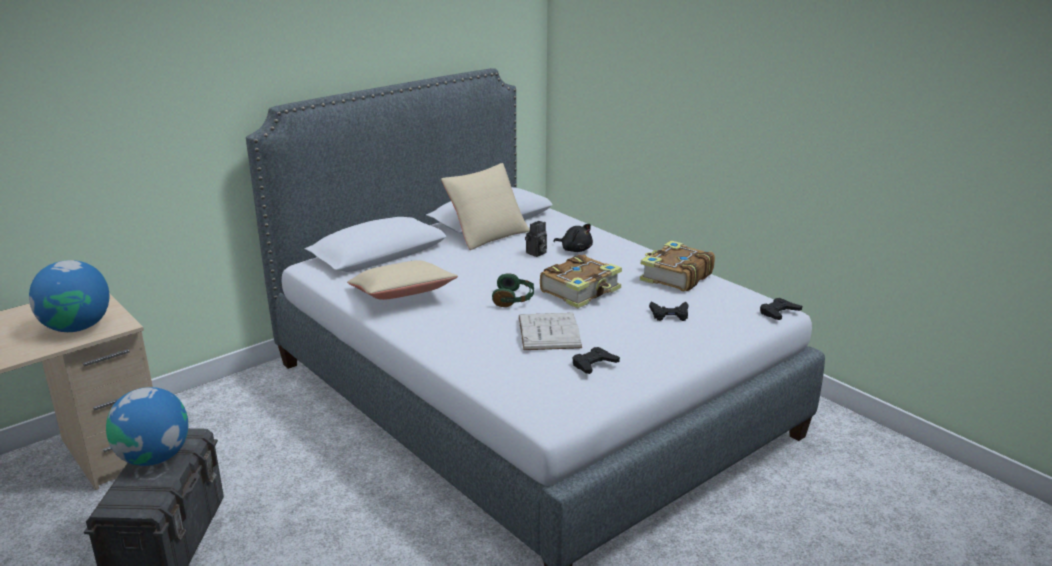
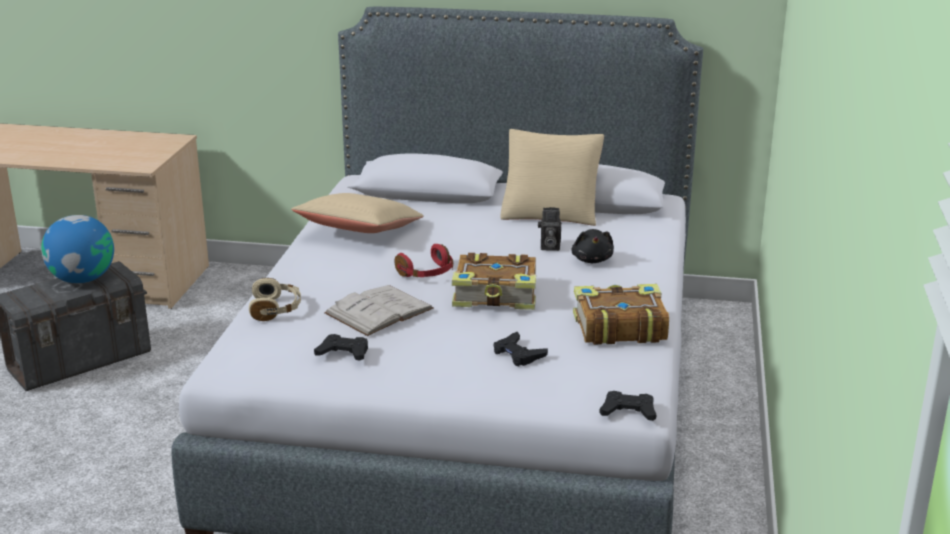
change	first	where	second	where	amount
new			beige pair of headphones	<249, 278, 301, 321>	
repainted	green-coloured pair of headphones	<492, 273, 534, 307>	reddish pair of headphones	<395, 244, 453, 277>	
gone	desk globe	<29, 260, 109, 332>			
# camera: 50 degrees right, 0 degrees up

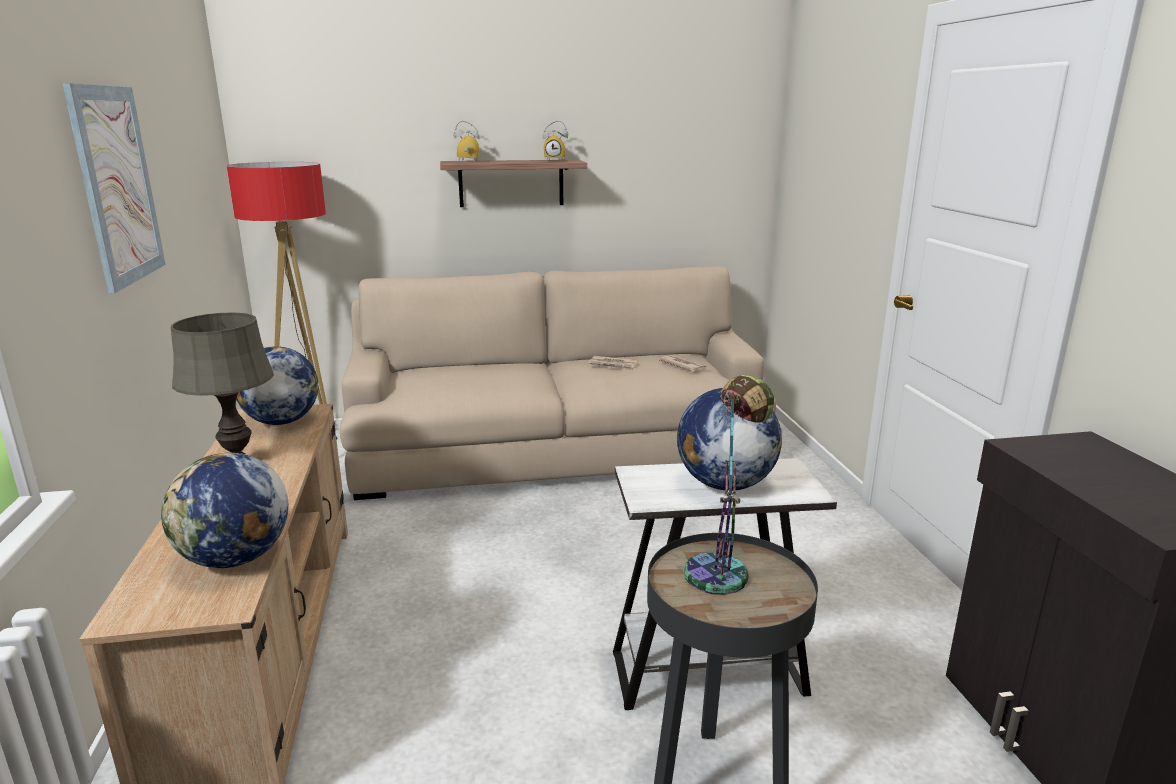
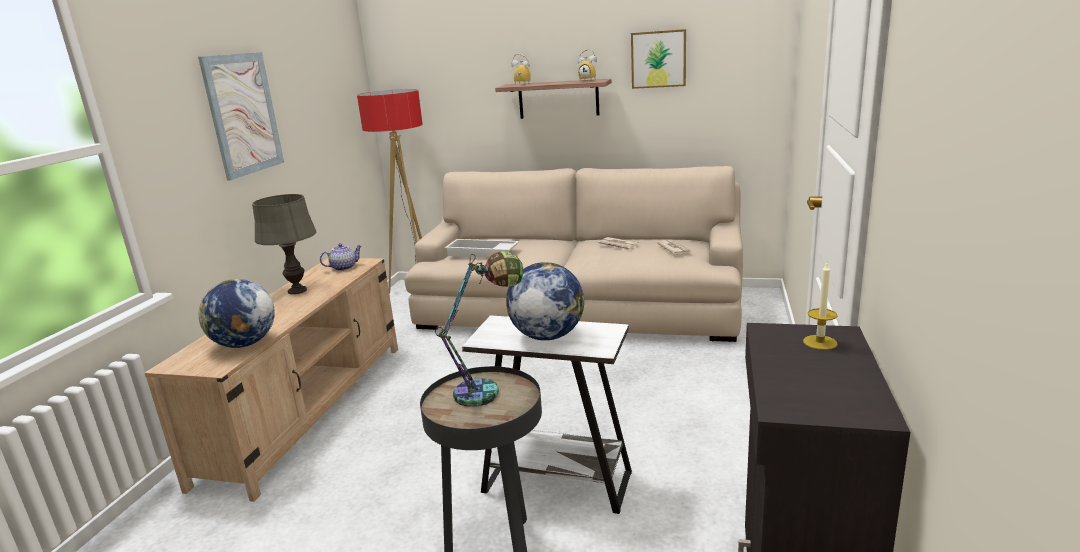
change	first	where	second	where	amount
swapped	desk globe	<236, 346, 319, 425>	tea pot	<320, 243, 362, 271>	
new			whitish tray	<445, 239, 519, 258>	
new			picture	<631, 29, 686, 89>	
new			wax candle	<803, 263, 838, 350>	
# camera: 25 degrees right, 0 degrees up

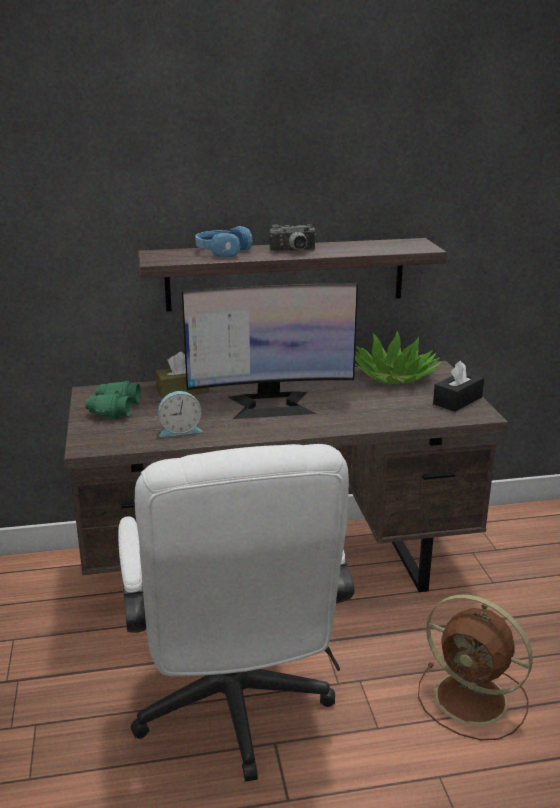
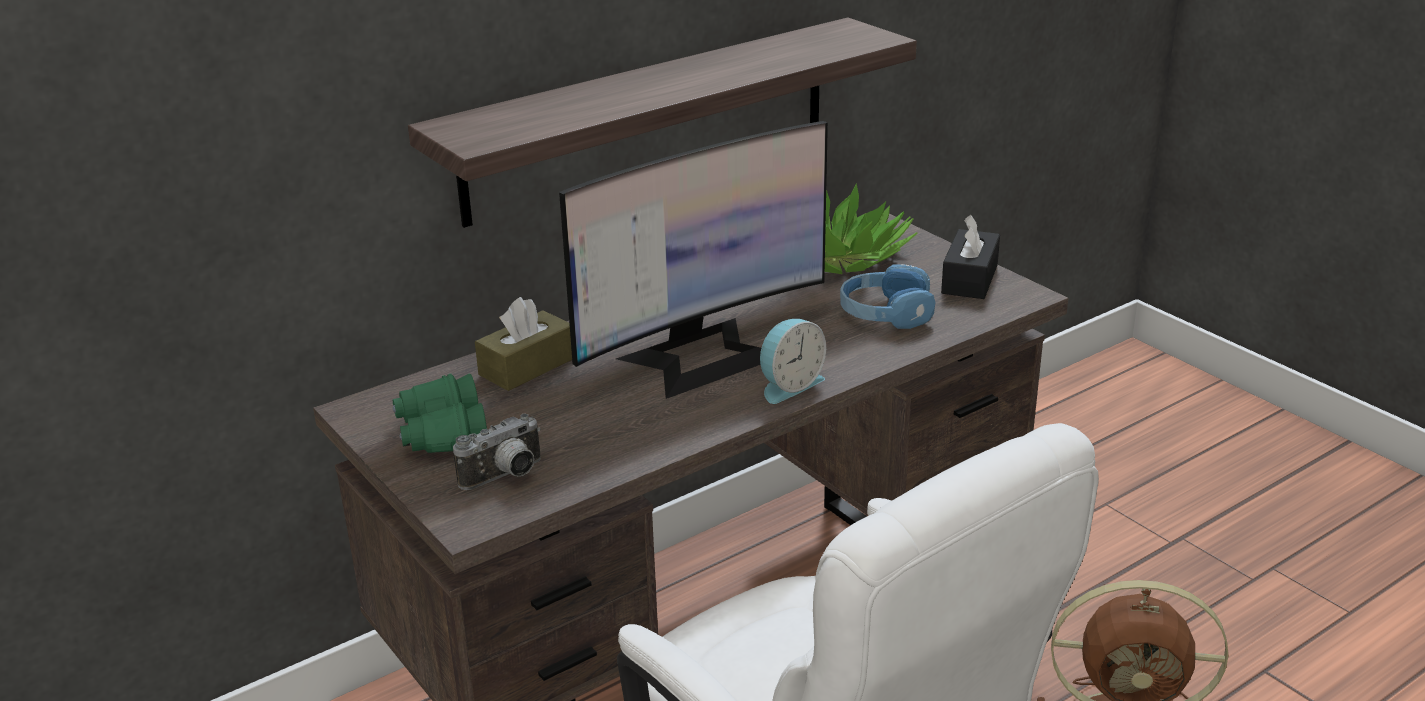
change	first	where	second	where	amount
shifted	still camera	<270, 224, 316, 253>		<453, 413, 541, 490>	
shifted	bedside clock	<158, 391, 202, 437>		<760, 319, 826, 404>	
shifted	blue-coloured pair of headphones	<195, 226, 253, 257>		<840, 264, 936, 329>	
# camera: 25 degrees left, 5 degrees up

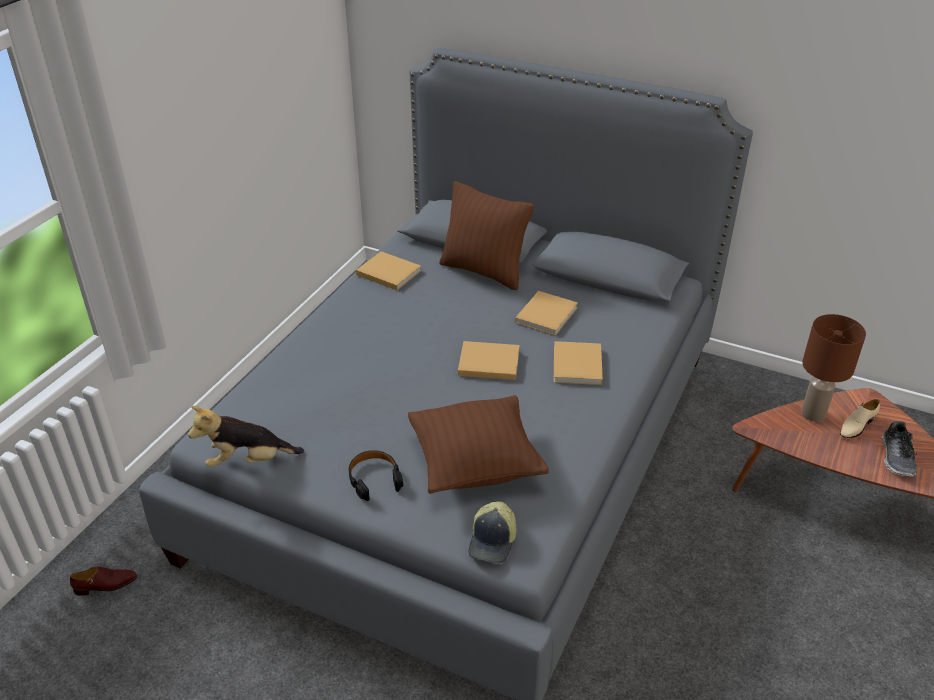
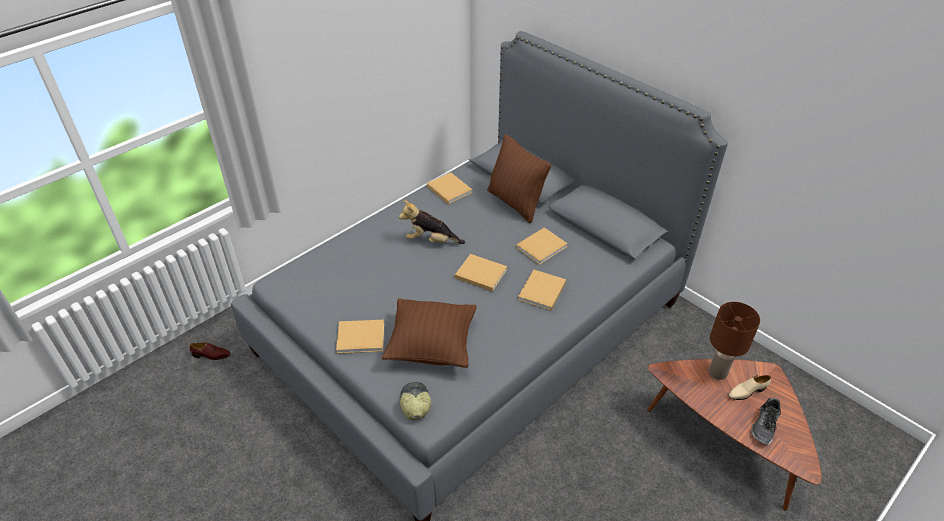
change	first	where	second	where	amount
swapped	black pair of headphones	<349, 450, 403, 501>	beige volume	<336, 320, 384, 354>	
shifted	plush toy	<188, 406, 304, 467>		<399, 200, 465, 244>	
rotated	baseball cap	<468, 501, 516, 564>		<400, 382, 431, 420>	135 degrees clockwise
# camera: 20 degrees right, 5 degrees up

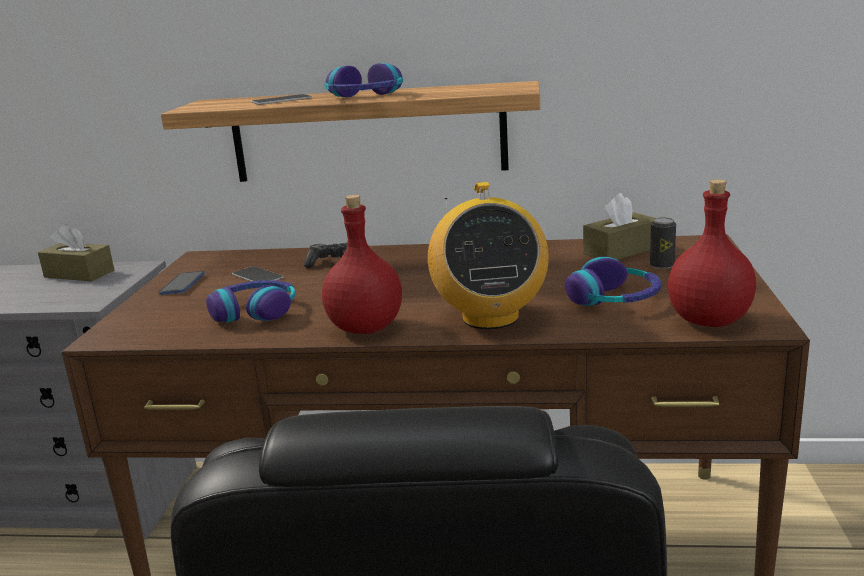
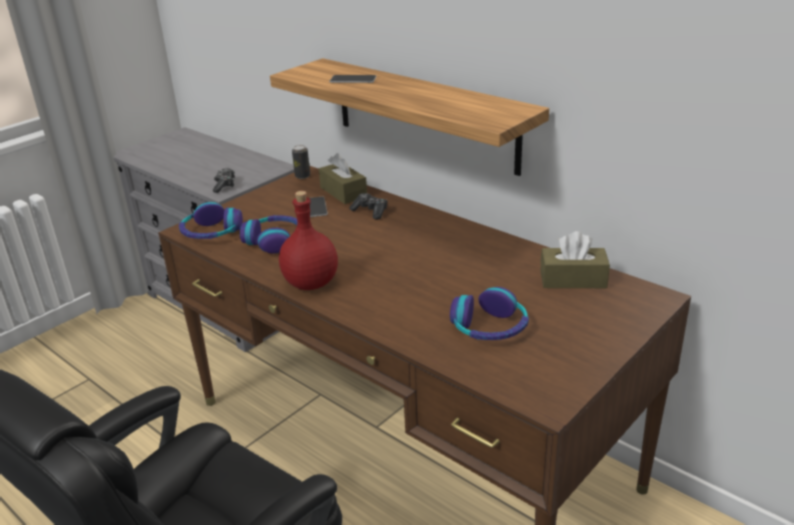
change	first	where	second	where	amount
shifted	pair of headphones	<324, 63, 403, 97>		<179, 202, 243, 239>	
new			game controller	<213, 168, 235, 193>	
shifted	can	<650, 217, 676, 269>		<292, 145, 310, 179>	
shifted	brown box of tissues	<38, 224, 114, 281>		<319, 153, 367, 204>	
gone	phone	<159, 271, 205, 295>			
gone	radio receiver	<428, 182, 549, 329>			
gone	reddish beverage bottle	<668, 179, 756, 327>			
# camera: 35 degrees right, 10 degrees up

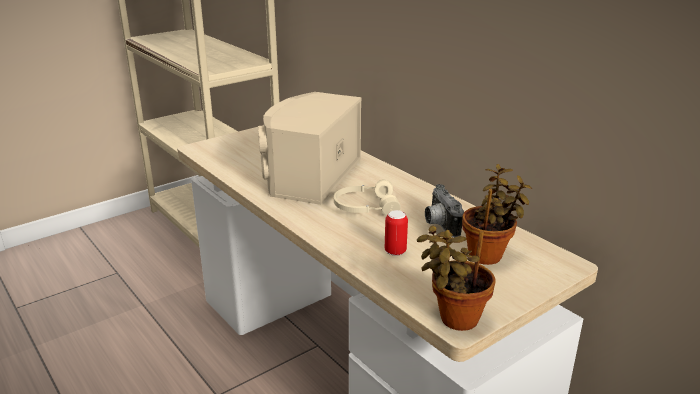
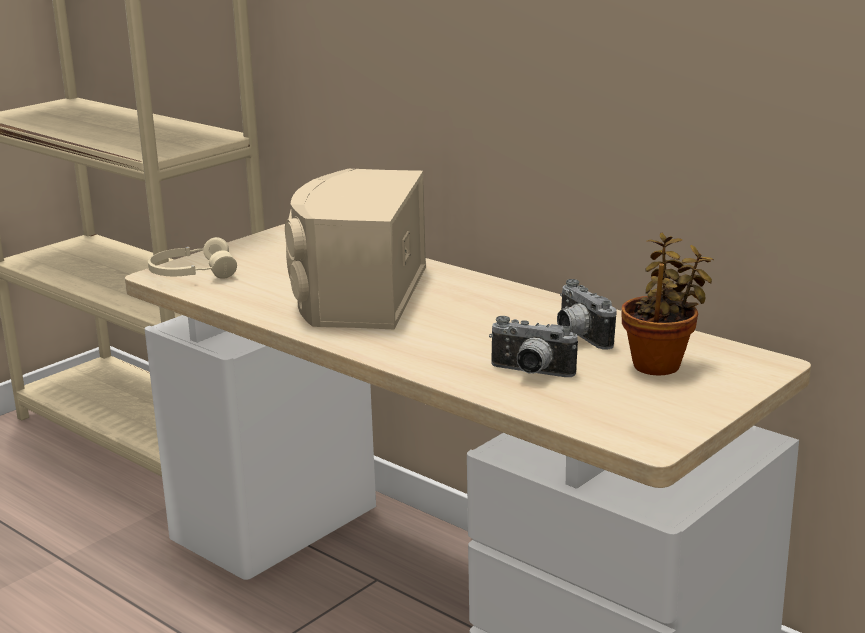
change	first	where	second	where	amount
shifted	beige pair of headphones	<334, 179, 401, 216>		<148, 237, 237, 279>	
swapped	can	<385, 210, 408, 256>	still camera	<489, 316, 578, 377>	
gone	potted plant	<417, 225, 496, 331>			
# camera: 10 degrees left, 5 degrees down

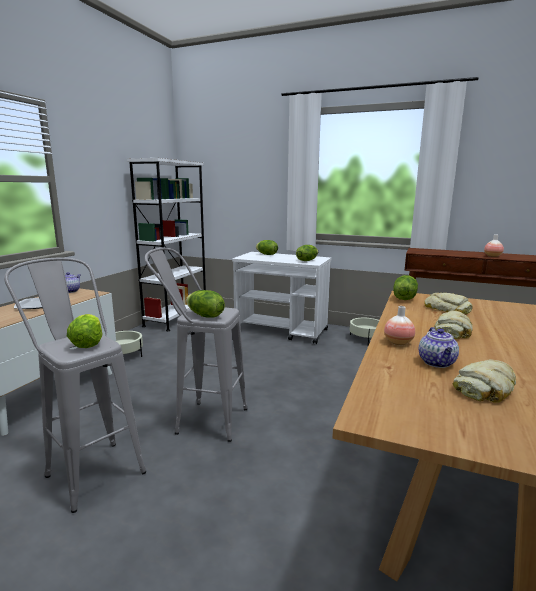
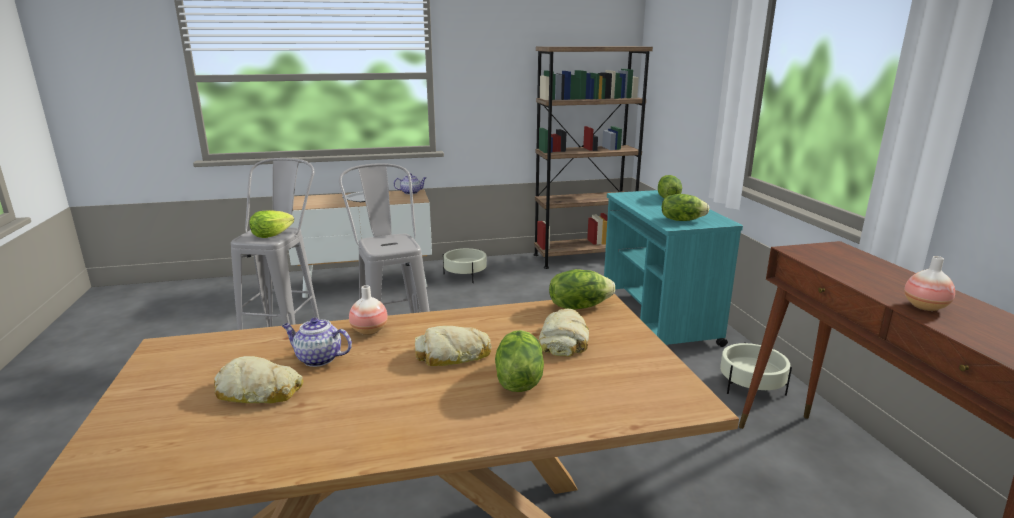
change	first	where	second	where	amount
rotated	tea pot	<419, 327, 459, 368>		<282, 318, 352, 367>	45 degrees clockwise
shifted	lettuce	<186, 290, 225, 317>		<495, 330, 544, 392>	
repainted	whitish bookshelf	<127, 158, 206, 331>	brown bookshelf	<534, 46, 653, 269>	
repainted	whitish wheeled cart	<232, 252, 331, 344>	turquoise-coloured wheeled cart	<604, 190, 743, 347>	
# camera: 55 degrees right, 5 degrees up

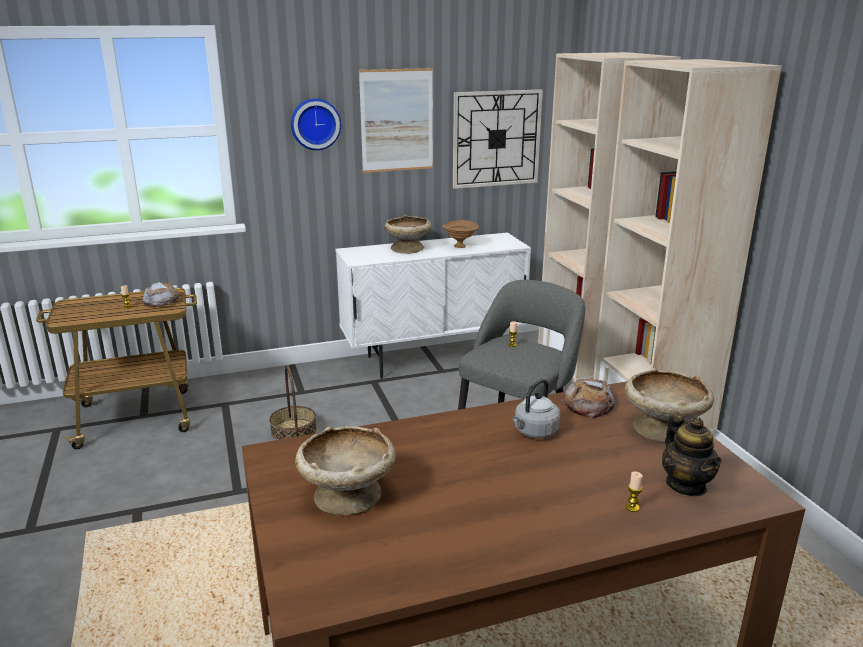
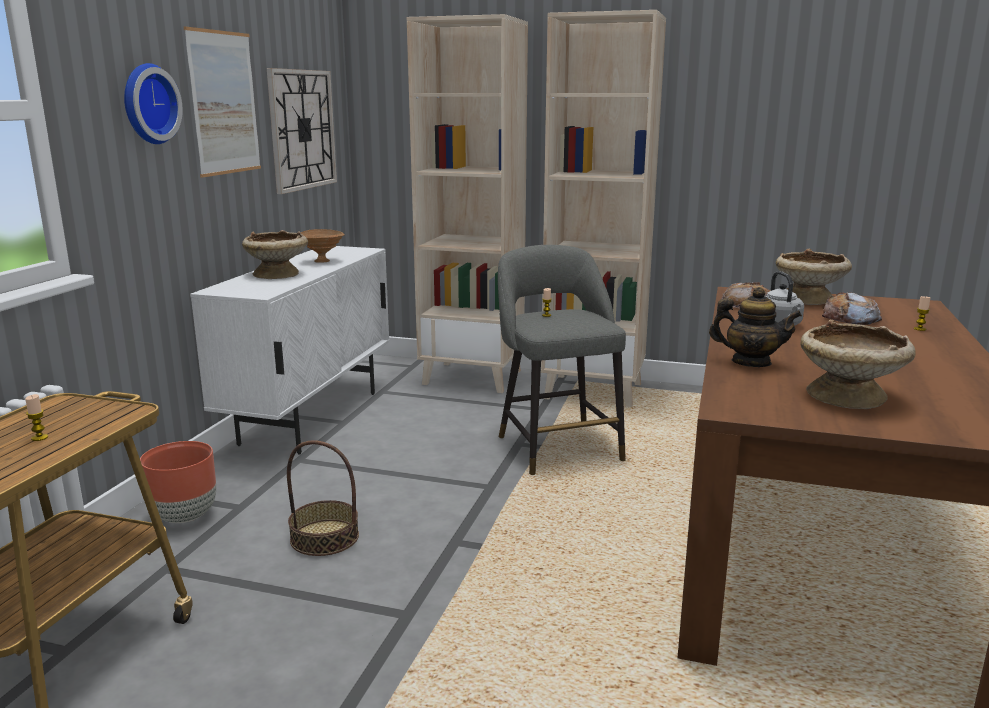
change	first	where	second	where	amount
new			brown flower pot	<140, 441, 216, 523>	
shifted	tea pot	<662, 414, 722, 496>		<709, 287, 802, 367>	
shifted	baked bread	<142, 282, 181, 307>		<822, 292, 882, 325>	
# camera: 55 degrees left, 5 degrees down

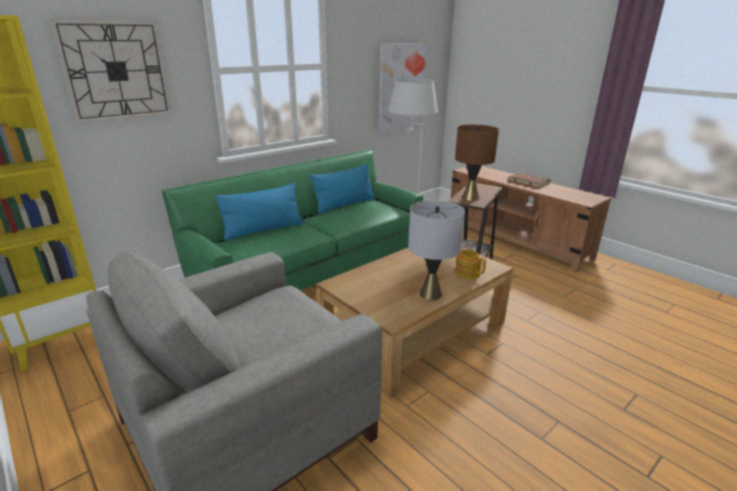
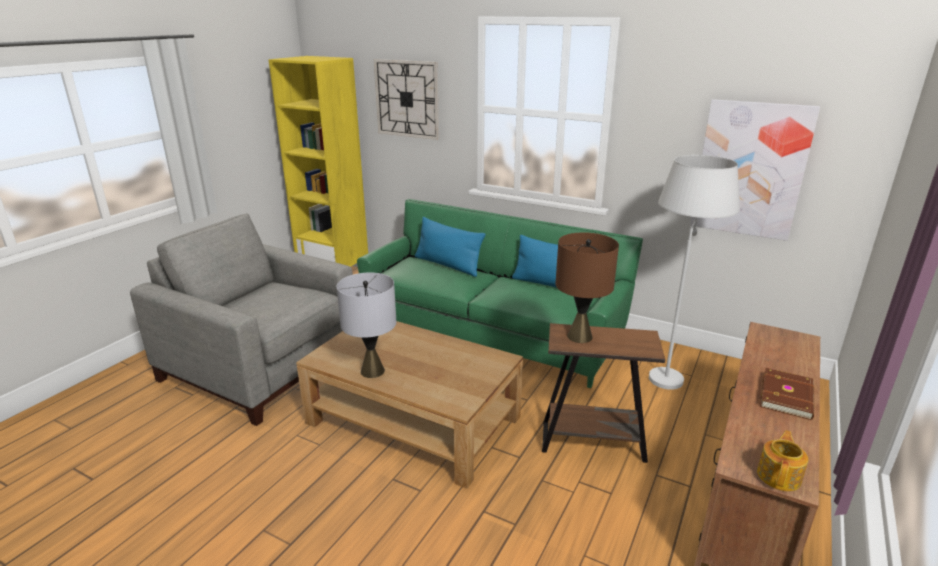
change	first	where	second	where	amount
shifted	tea pot	<455, 250, 486, 279>		<757, 430, 808, 491>	
# camera: 70 degrees right, 0 degrees up

